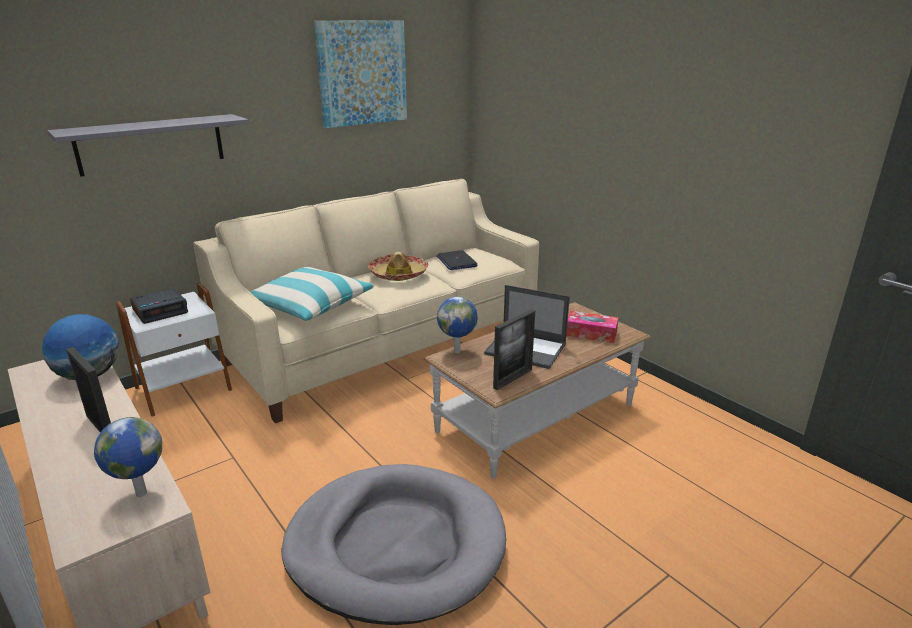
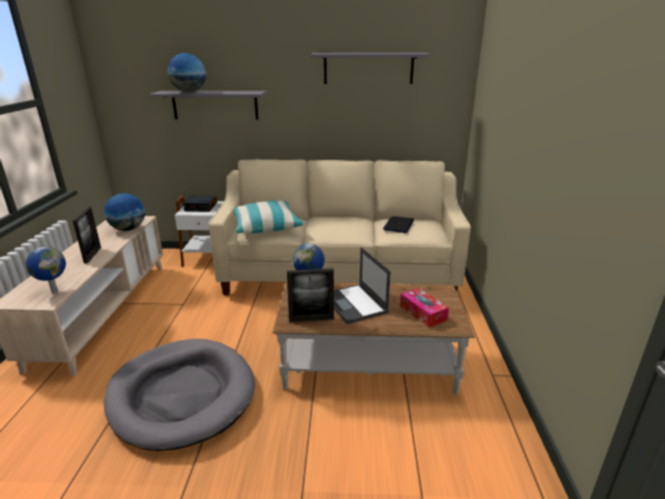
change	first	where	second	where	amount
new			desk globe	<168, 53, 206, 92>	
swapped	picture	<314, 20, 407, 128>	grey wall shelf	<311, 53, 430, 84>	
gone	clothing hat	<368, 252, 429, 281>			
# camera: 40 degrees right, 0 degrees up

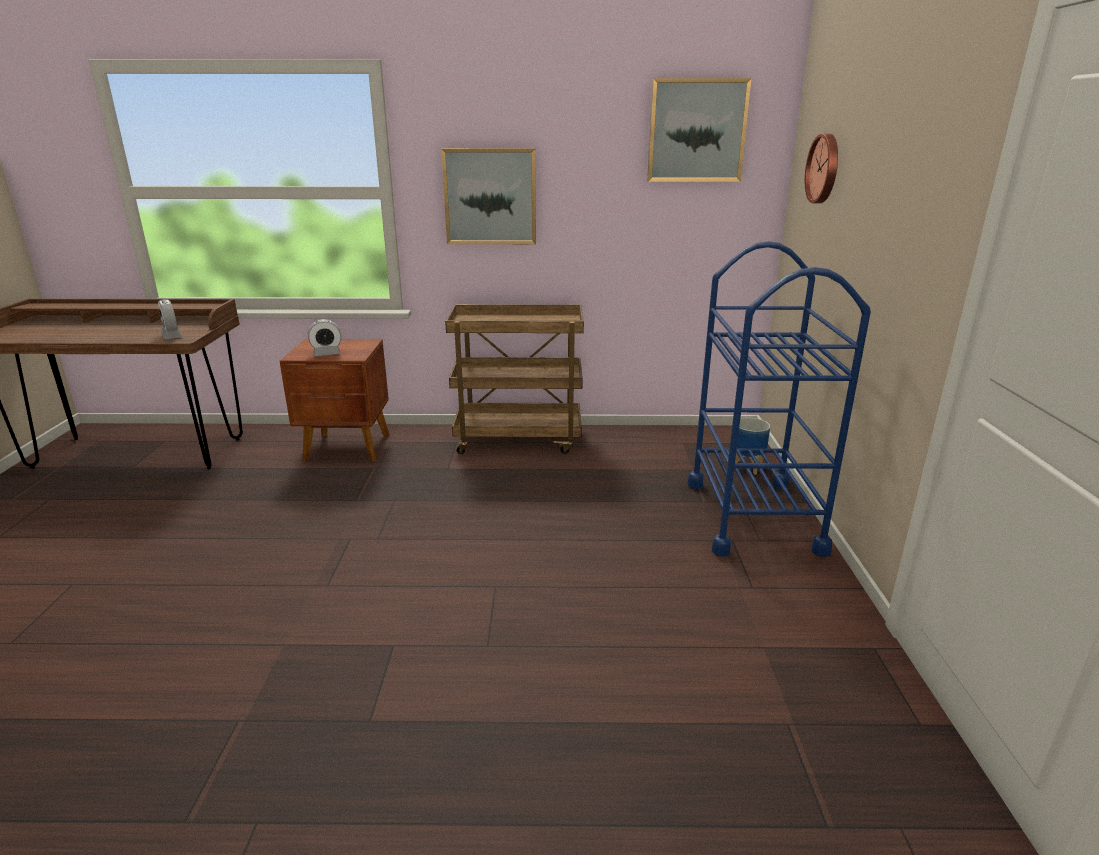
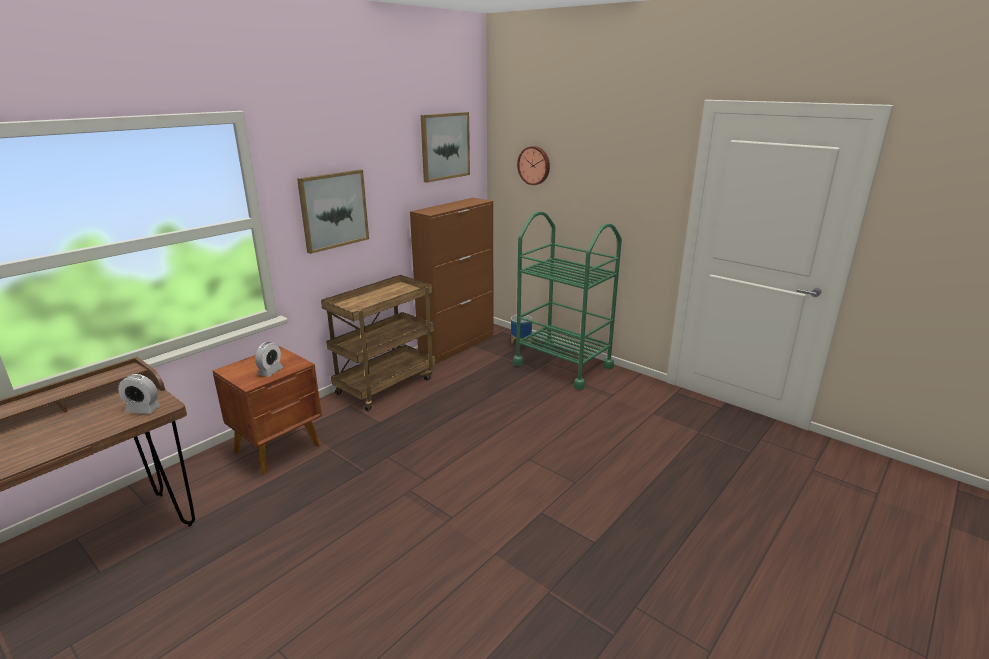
change	first	where	second	where	amount
new			brown cupboard	<410, 198, 493, 363>	
repainted	blue-coloured wheeled cart	<688, 241, 871, 557>	green-coloured wheeled cart	<513, 211, 622, 390>	
# camera: 50 degrees left, 0 degrees up

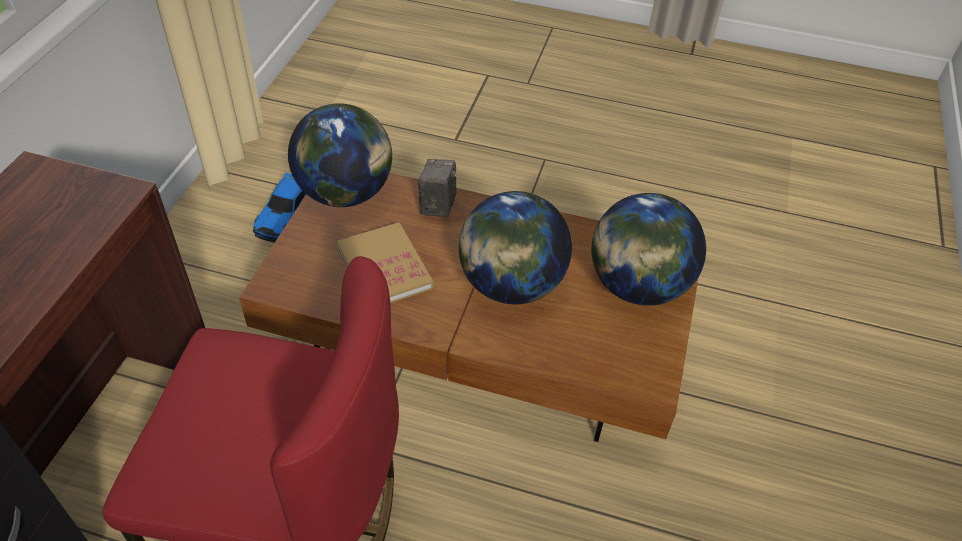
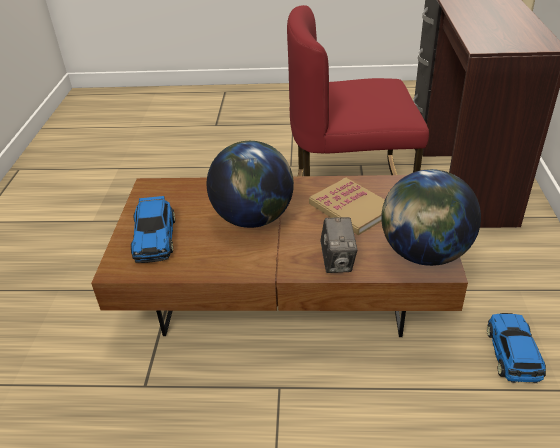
change	first	where	second	where	amount
swapped	desk globe	<591, 193, 706, 306>	toy car	<131, 196, 175, 263>	
# camera: 170 degrees right, 10 degrees down

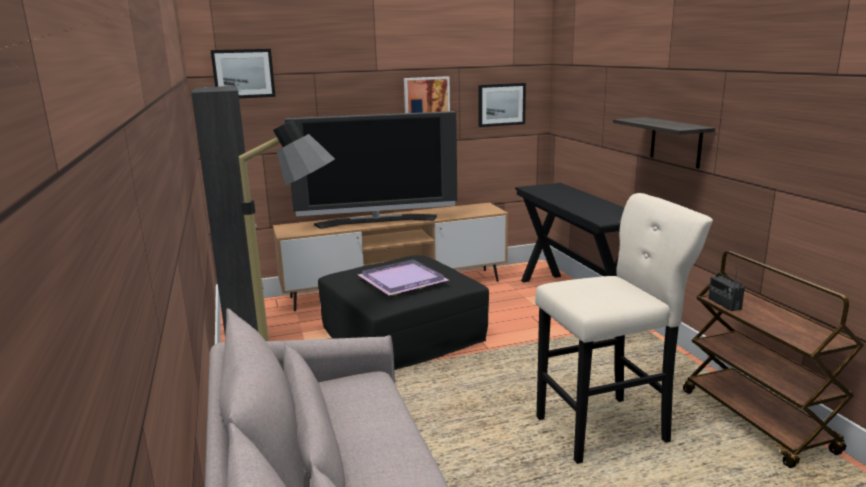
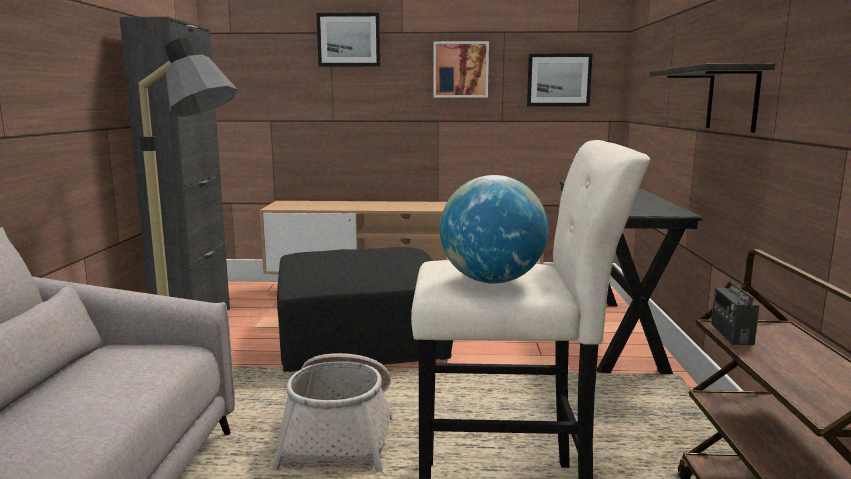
change	first	where	second	where	amount
new			basket	<272, 353, 393, 473>	
shifted	picture	<211, 49, 276, 98>		<317, 13, 380, 66>	
new			desk globe	<440, 175, 548, 284>	
gone	TV set	<285, 111, 457, 229>			
gone	purple-coloured tray	<358, 260, 449, 296>			
# camera: 20 degrees right, 5 degrees down

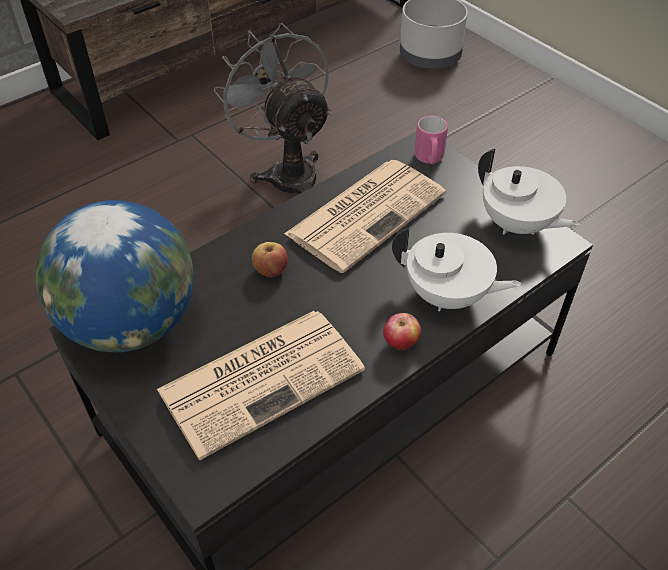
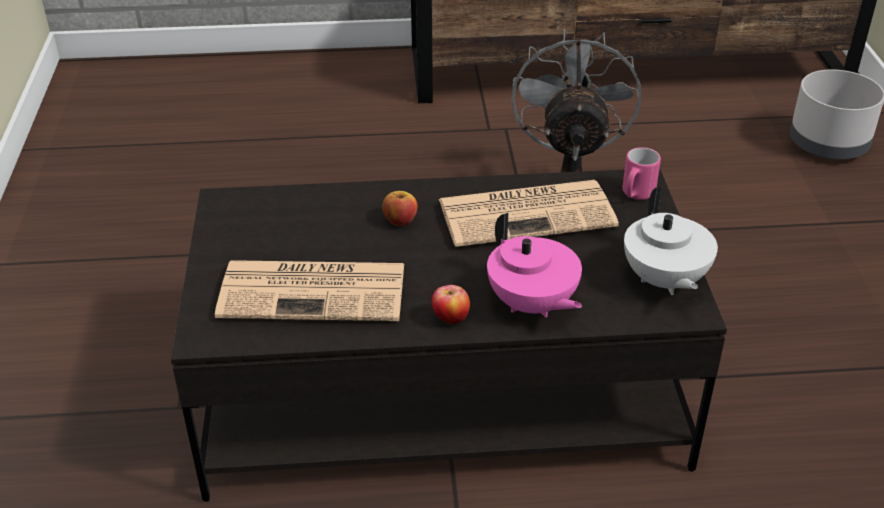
change	first	where	second	where	amount
repainted	whitish tea pot	<392, 227, 521, 311>	pink tea pot	<487, 213, 582, 318>	
gone	desk globe	<35, 200, 194, 352>			
# camera: 35 degrees right, 10 degrees down

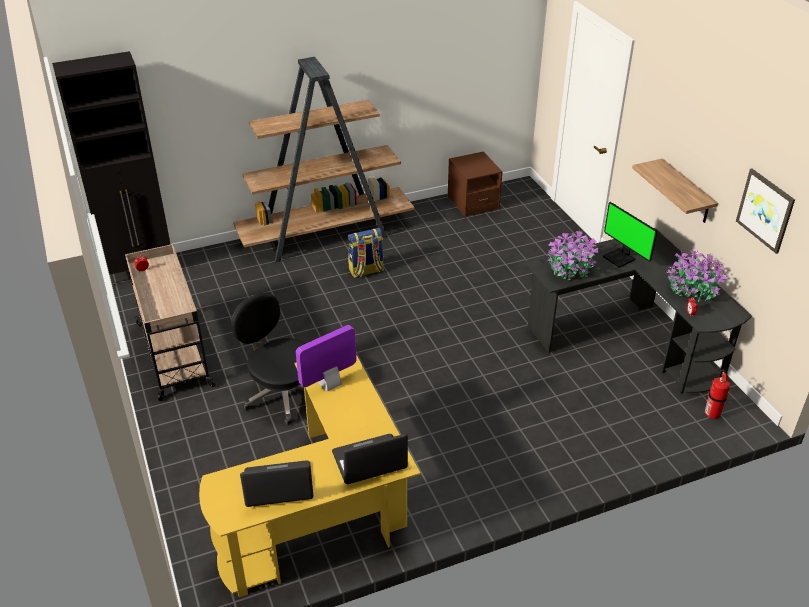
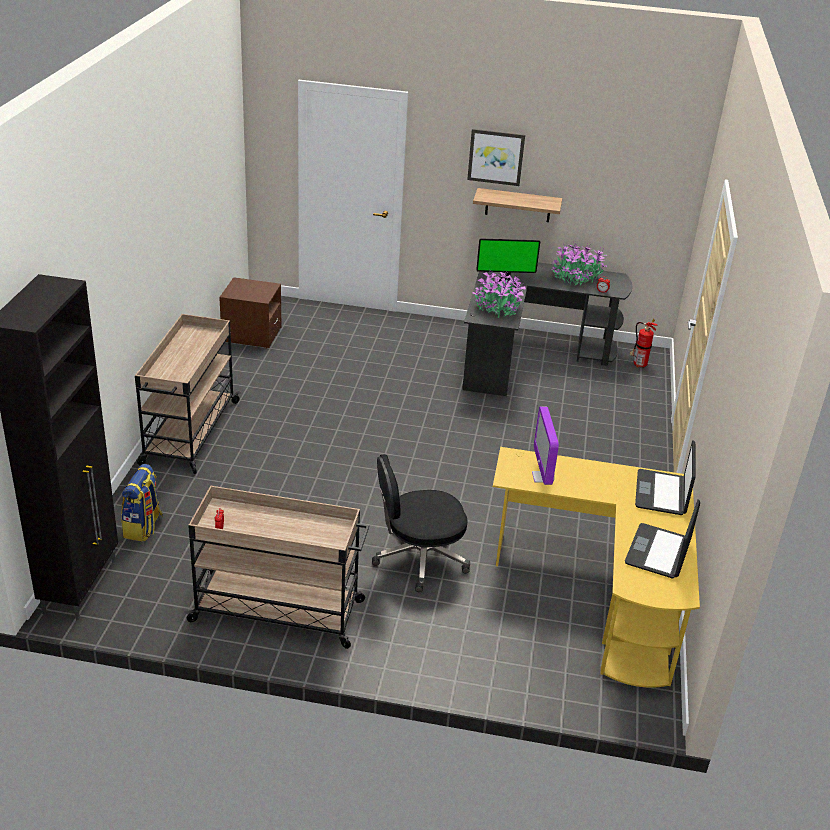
change	first	where	second	where	amount
shifted	backpack	<348, 228, 384, 278>		<121, 464, 163, 542>	
swapped	brown bookshelf	<233, 57, 414, 262>	beige wheeled cart	<135, 314, 241, 474>	
shifted	picture	<736, 169, 795, 254>		<467, 129, 525, 186>	
# camera: 60 degrees left, 5 degrees down

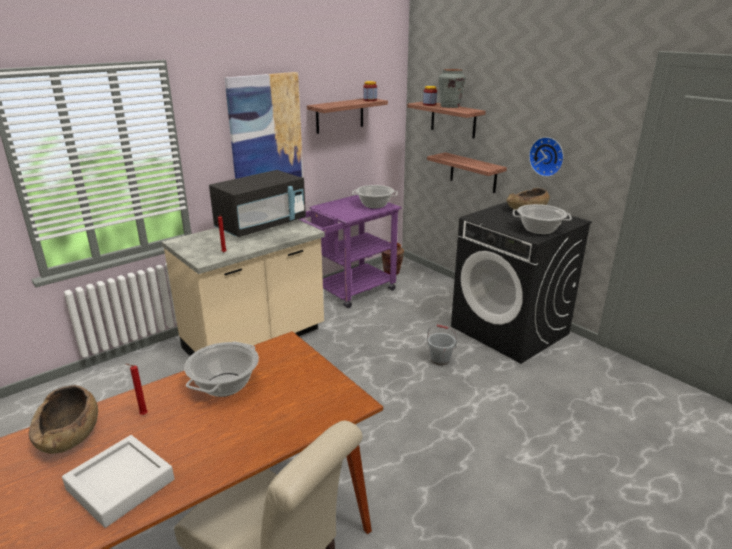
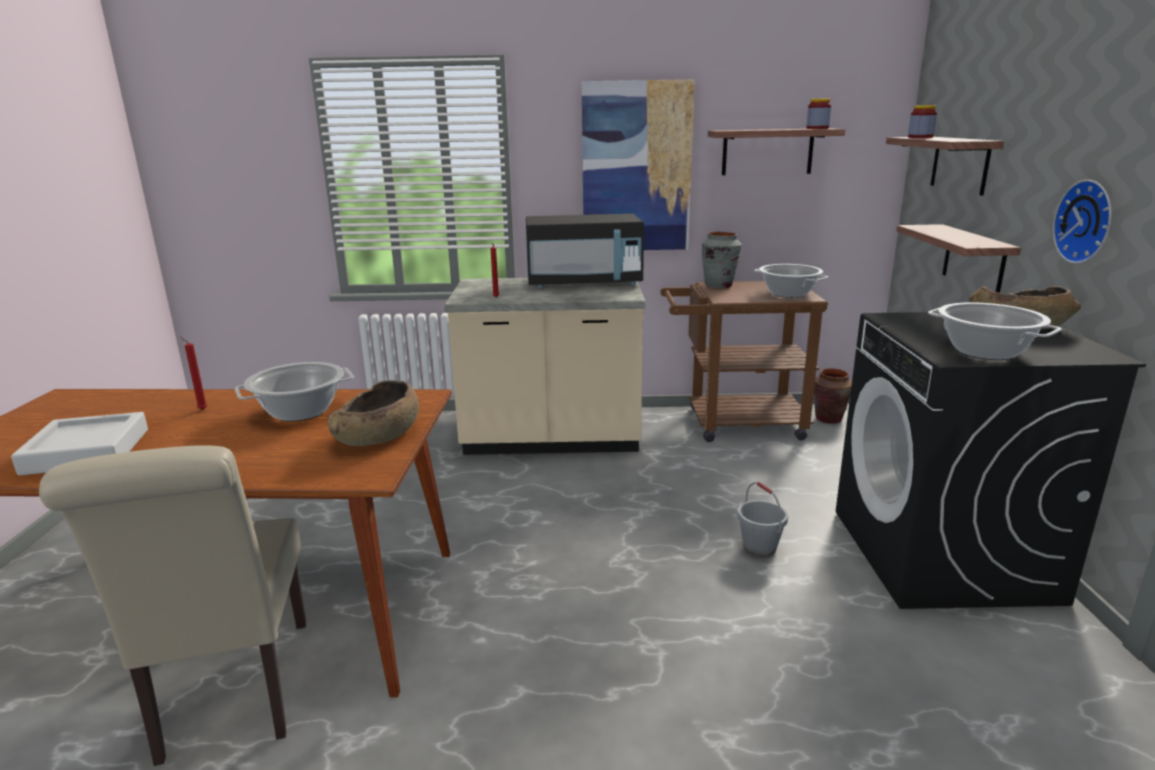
change	first	where	second	where	amount
shifted	brown serving bowl	<29, 385, 98, 454>		<327, 380, 419, 446>	
repainted	purple-coloured wheeled cart	<298, 195, 401, 308>	brown wheeled cart	<660, 281, 828, 442>	
shifted	grey flower vase	<439, 69, 466, 108>		<702, 232, 741, 288>	
# camera: 40 degrees right, 5 degrees down

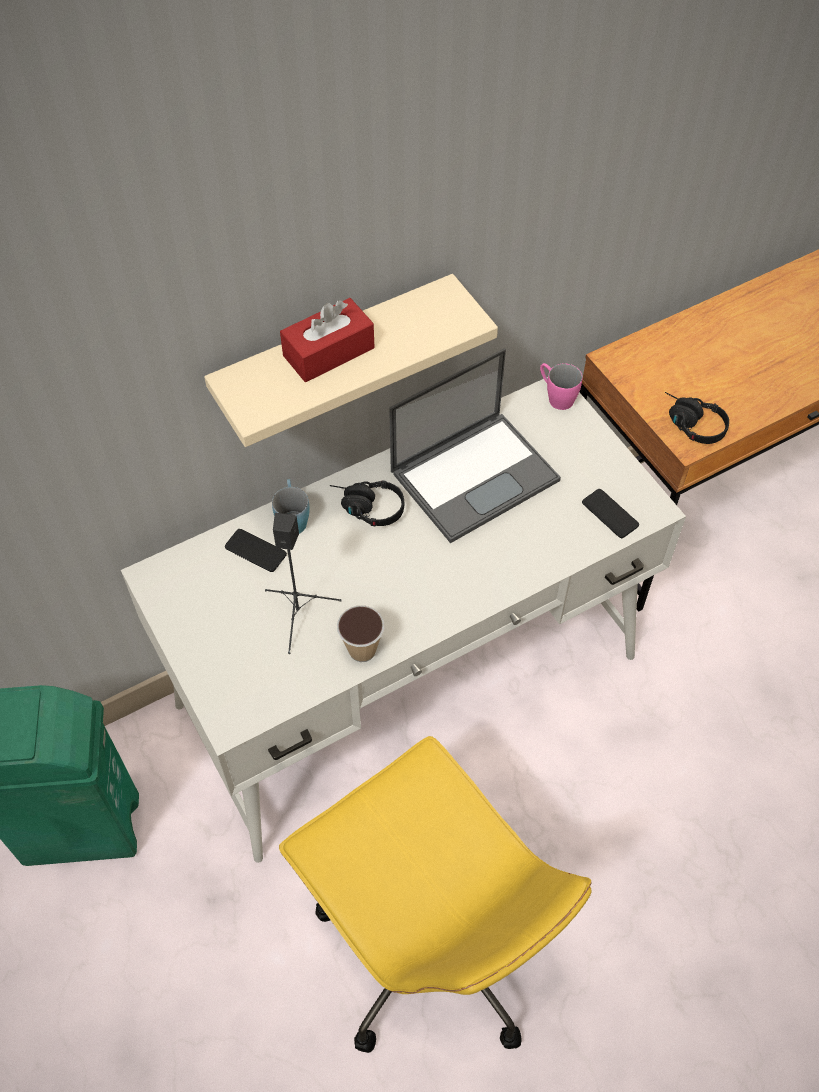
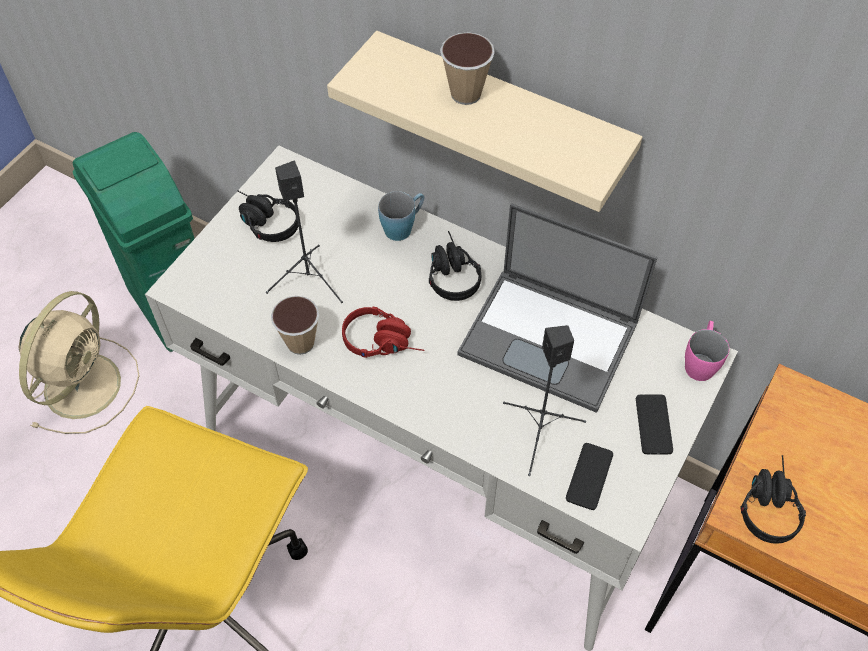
change	first	where	second	where	amount
new			beige electric fan	<18, 291, 139, 434>	
new			black pair of headphones	<237, 190, 298, 242>	
new			reddish pair of headphones	<342, 307, 424, 358>	
swapped	reddish box of tissues	<280, 298, 374, 382>	small cup	<440, 32, 495, 105>	
new			black audio speaker	<503, 325, 586, 476>	
shifted	phone	<225, 529, 287, 572>		<636, 394, 673, 455>	
# camera: 60 degrees right, 0 degrees up

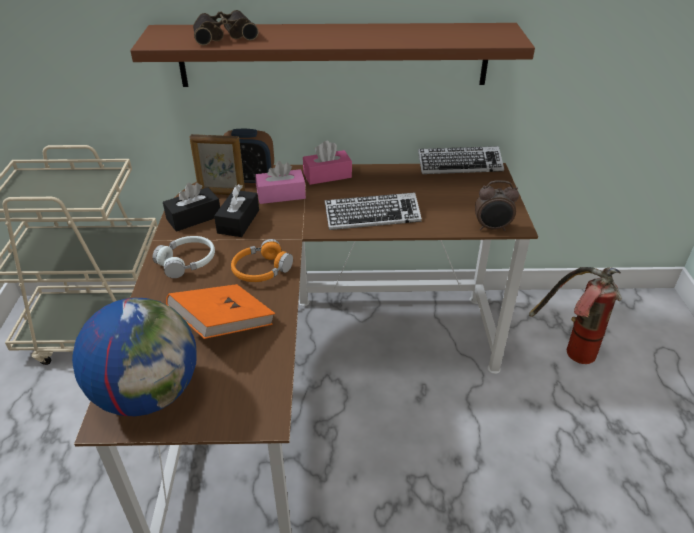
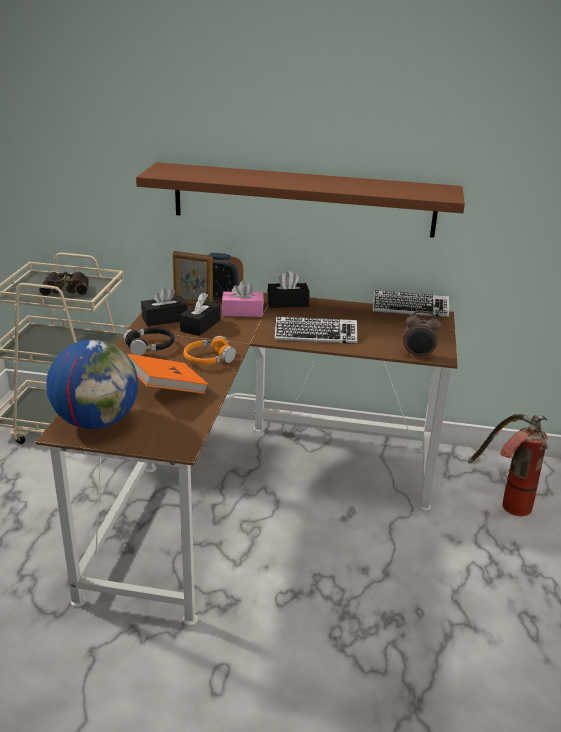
change	first	where	second	where	amount
shifted	pair of binoculars	<193, 10, 259, 45>		<39, 271, 89, 296>	
repainted	whitish pair of headphones	<153, 236, 215, 278>	black pair of headphones	<123, 328, 175, 356>	
repainted	pink box of tissues	<303, 141, 352, 185>	black box of tissues	<267, 271, 310, 308>	
# camera: 10 degrees right, 10 degrees down

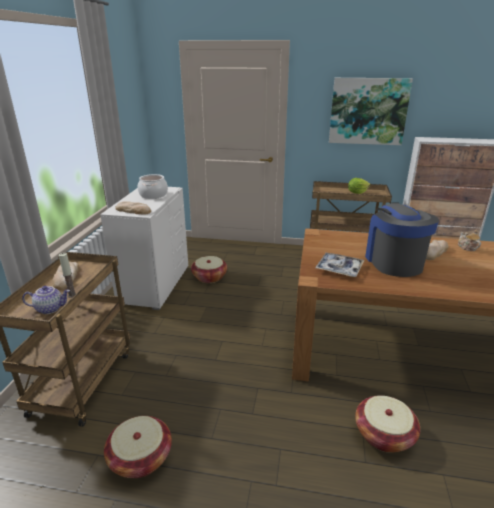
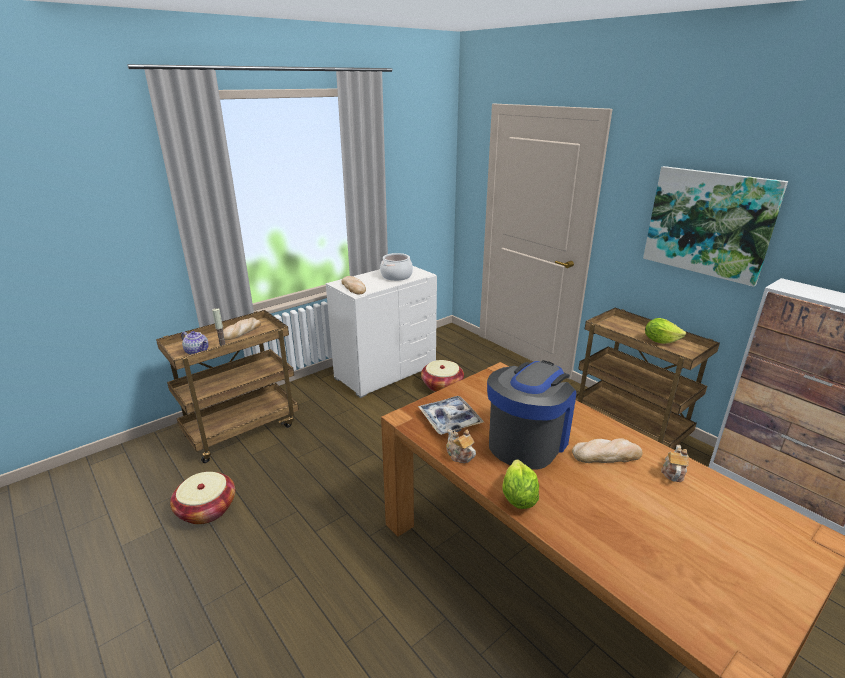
change	first	where	second	where	amount
new			tea pot	<446, 429, 476, 463>	
new			lettuce	<502, 459, 539, 509>	
gone	basket	<355, 396, 420, 453>			
# camera: 40 degrees right, 0 degrees up

